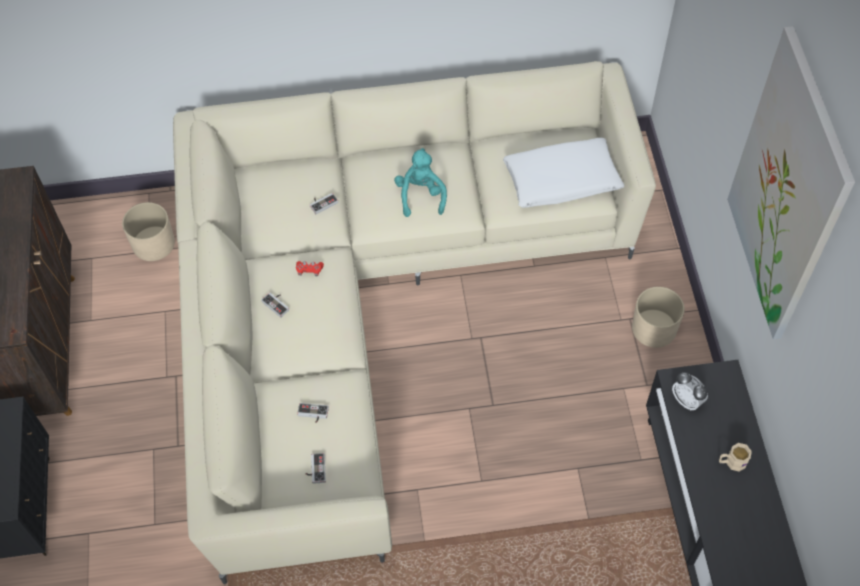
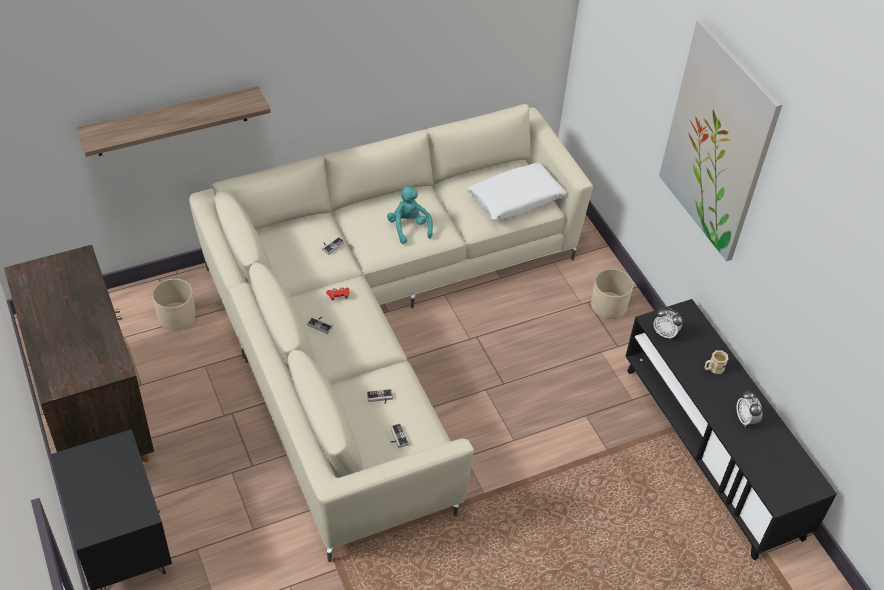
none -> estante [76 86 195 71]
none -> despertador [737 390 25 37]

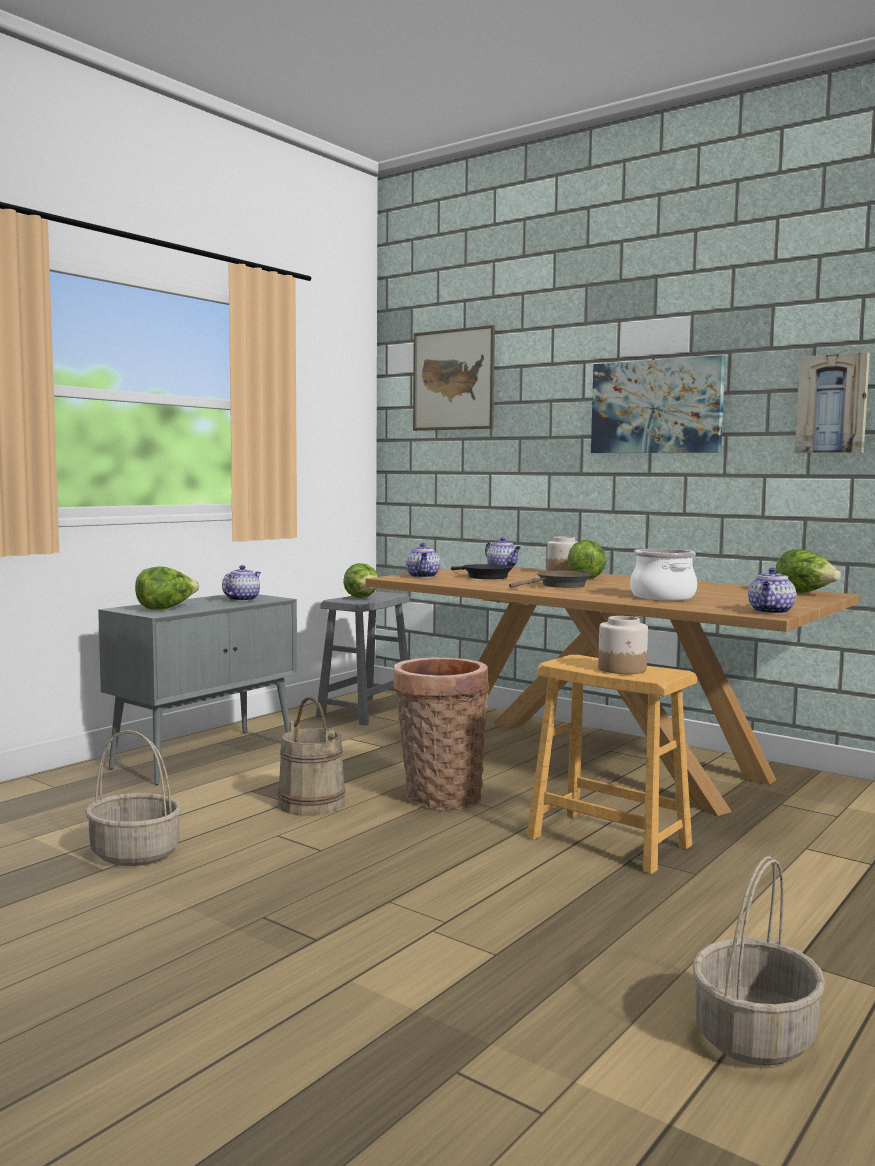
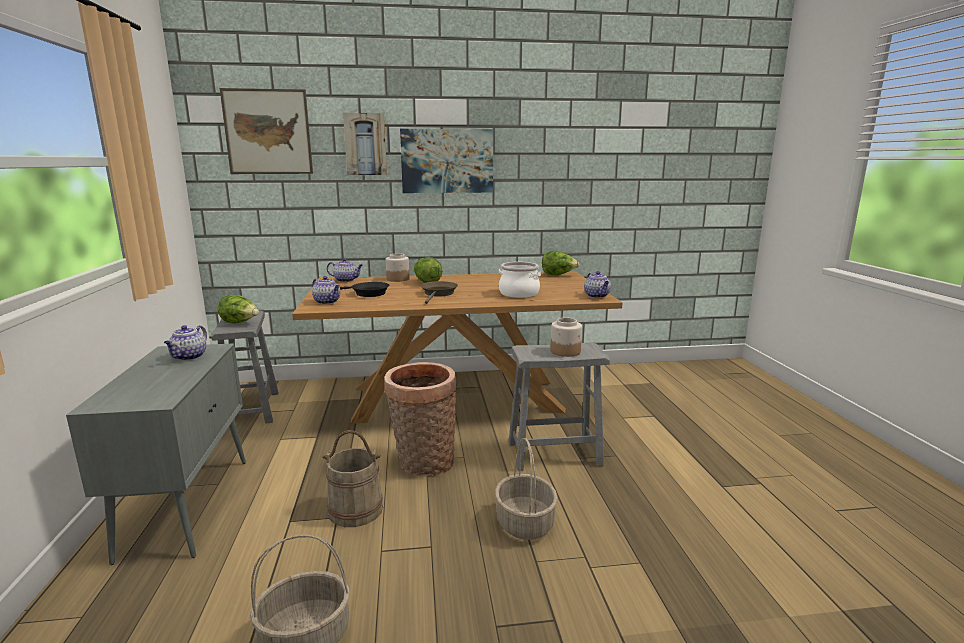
tetera [222 565 39 36] -> tetera [164 325 43 36], 150 degrees counterclockwise
cuadro [795 352 75 101] -> cuadro [343 113 44 62], shifted
cesta [693 856 133 210] -> cesta [495 438 63 102], shifted
taburete/marrón [527 655 170 219] -> taburete/gris [509 343 101 128]
lechuga [135 566 64 44] -> none

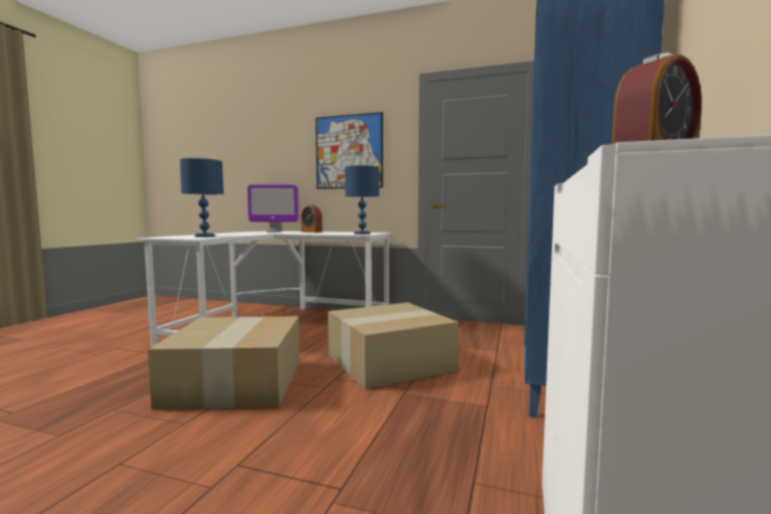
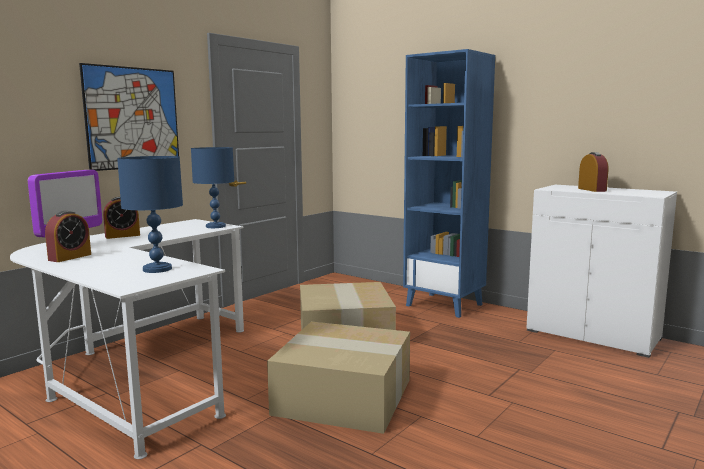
none -> despertador [45 211 46 51]

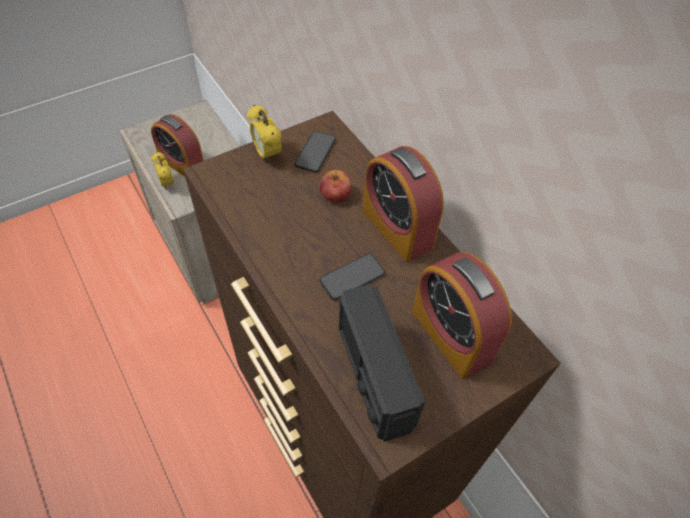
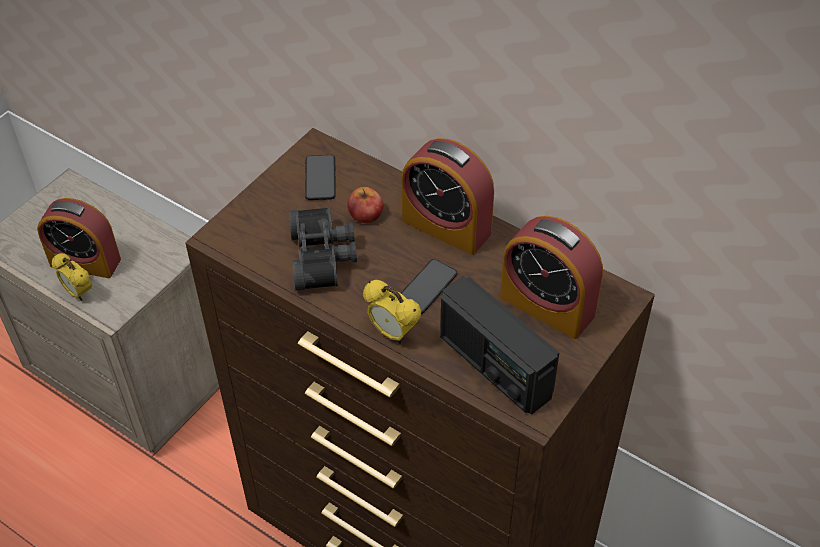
none -> prismáticos/negro [289 207 68 84]
despertador [247 105 35 58] -> despertador [363 280 58 64], shifted

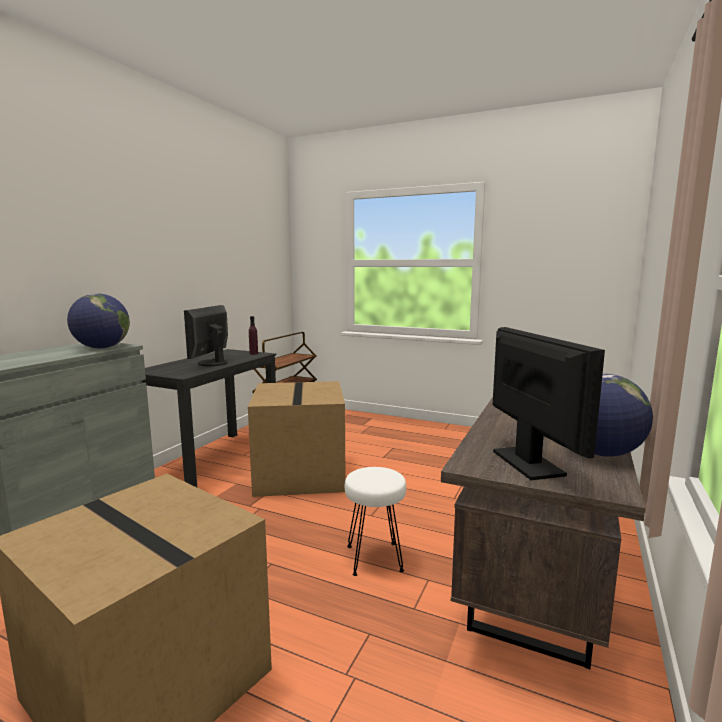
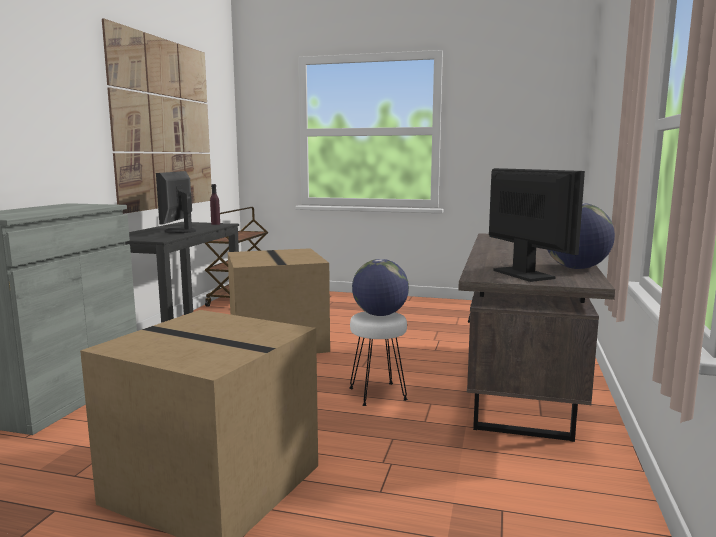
none -> cuadro [102 18 110 196]
globo terráqueo [67 294 63 54] -> globo terráqueo [352 259 57 57], shifted

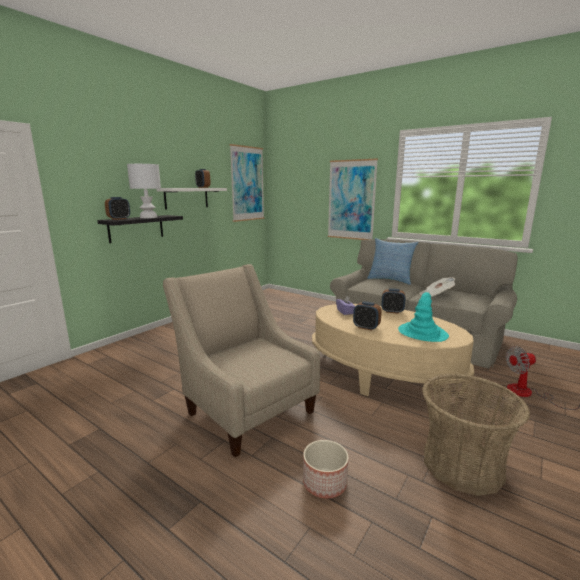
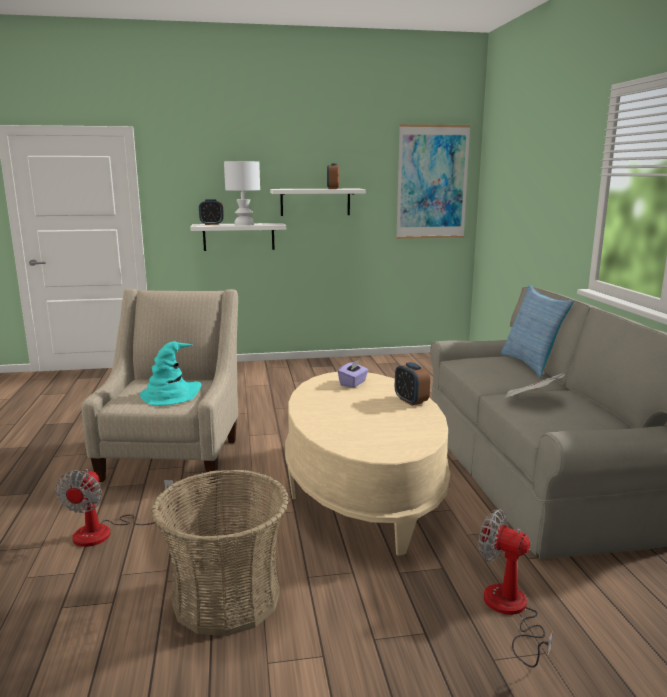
maceta [303 440 46 59] -> ventilador [55 469 119 78]
sombrero/turquesa [398 292 51 50] -> sombrero/turquesa [140 341 61 65], shifted
estante/negro [97 215 86 28] -> estante/blanco [190 223 96 28]
cuadro [328 158 50 82] -> none
despertador [353 301 29 30] -> none

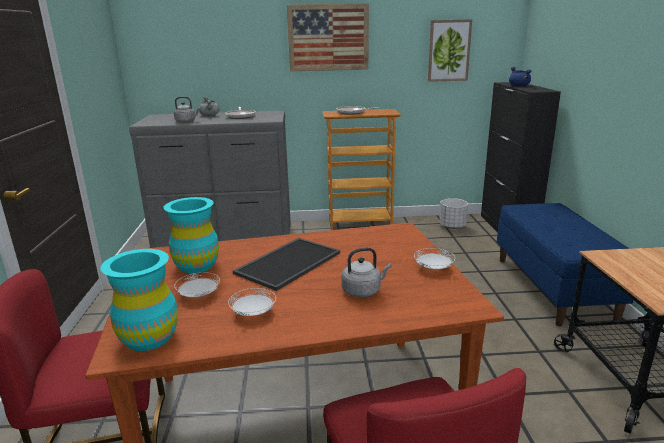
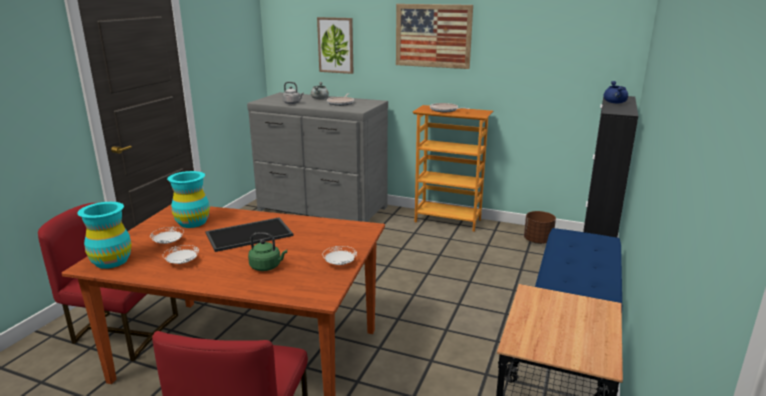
hervidor/gris [341 247 50 51] -> hervidor/verde [248 232 39 39]
cuadro [428 19 44 63] -> cuadro [317 17 36 57], shifted
maceta/blanco [439 198 29 31] -> maceta/marrón [524 211 32 33]

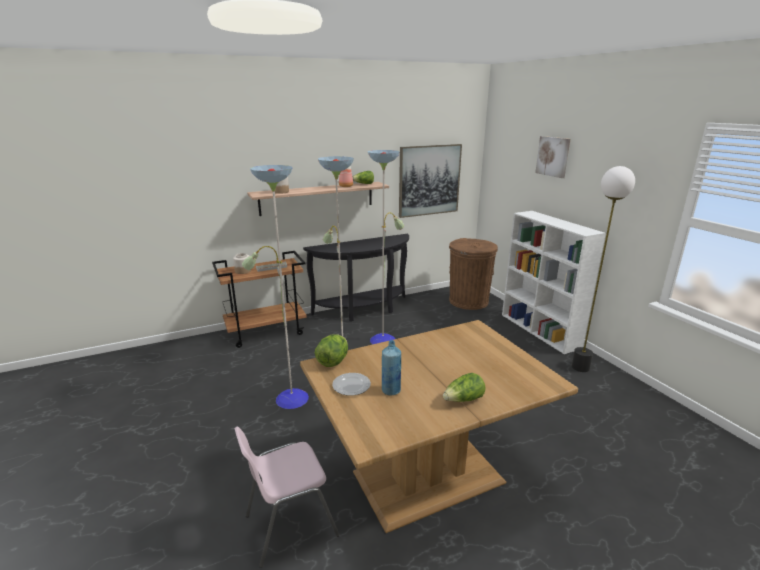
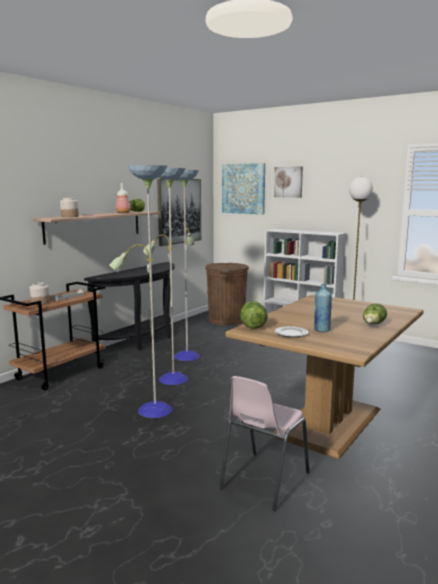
none -> cuadro [222 163 43 51]

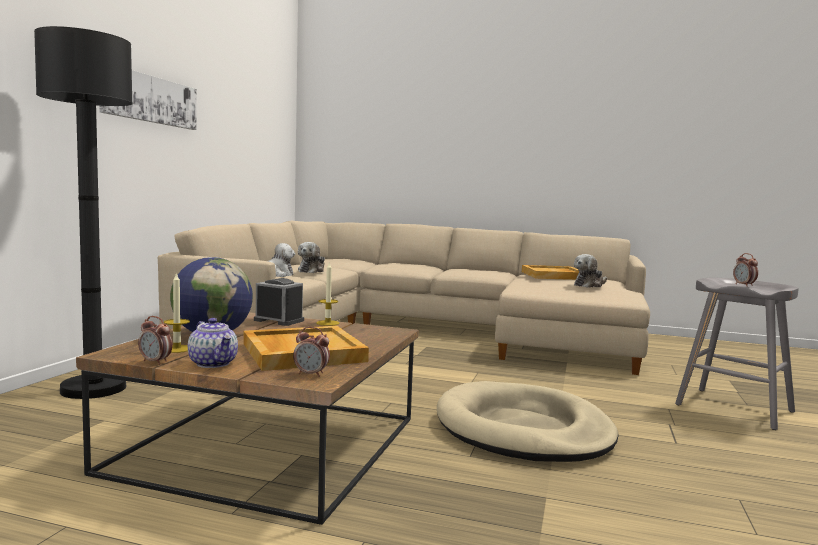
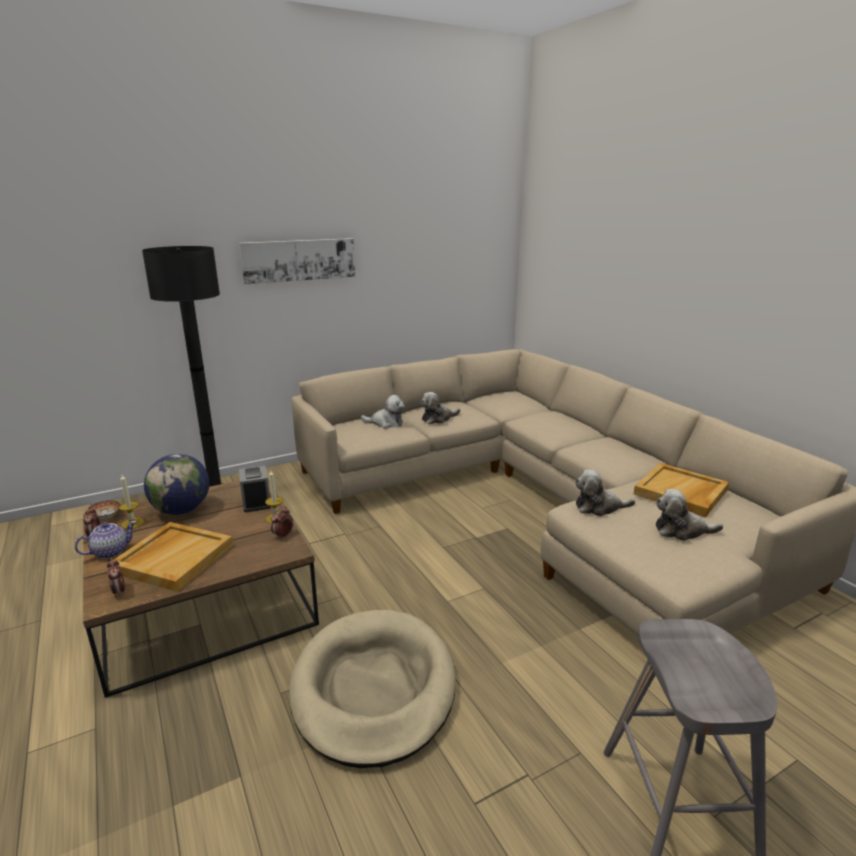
tetera [188 318 50 50] -> tetera [75 521 61 38], 135 degrees counterclockwise
none -> cuenco [91 500 29 19]
despertador [733 253 25 34] -> despertador [271 506 22 33], shifted
none -> peluche [575 469 60 47]

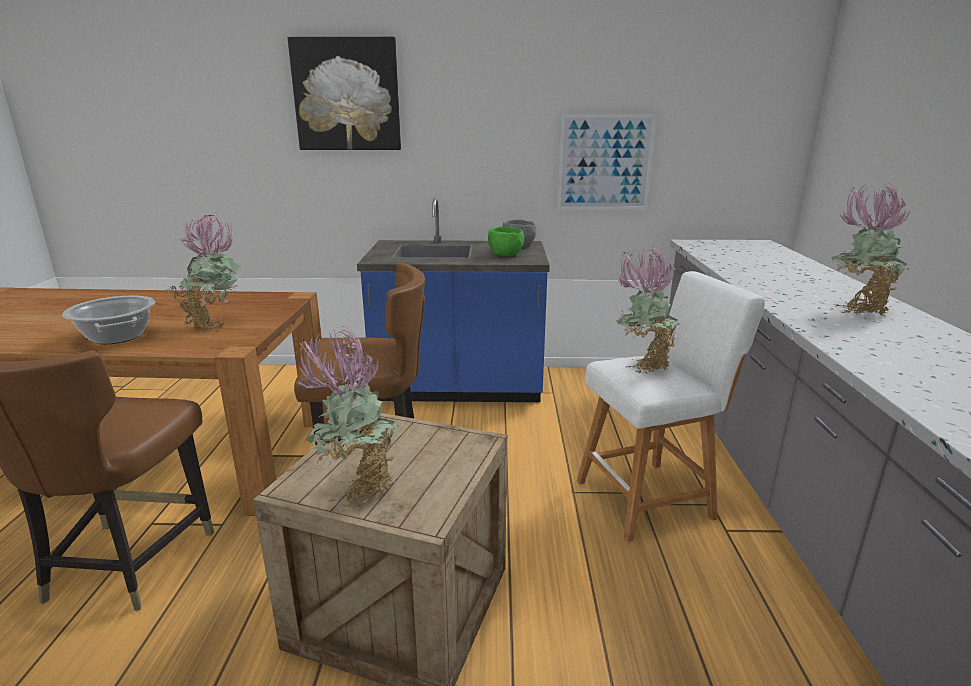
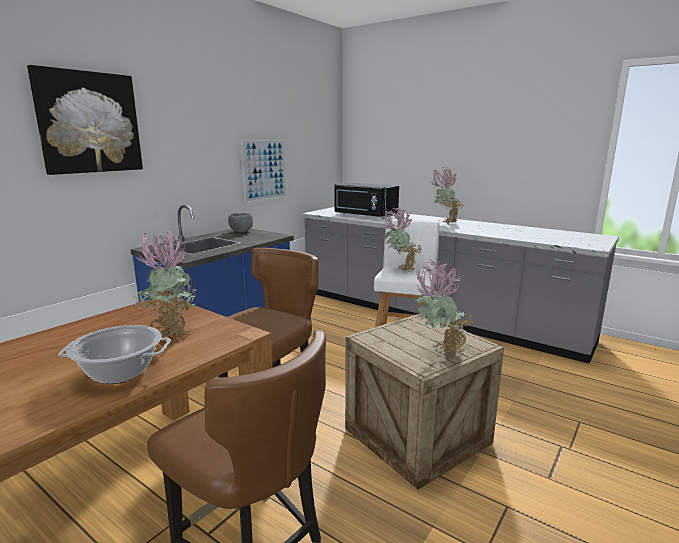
none -> microondas/negro [334 183 65 36]
cuenco/verde [488 227 36 29] -> none

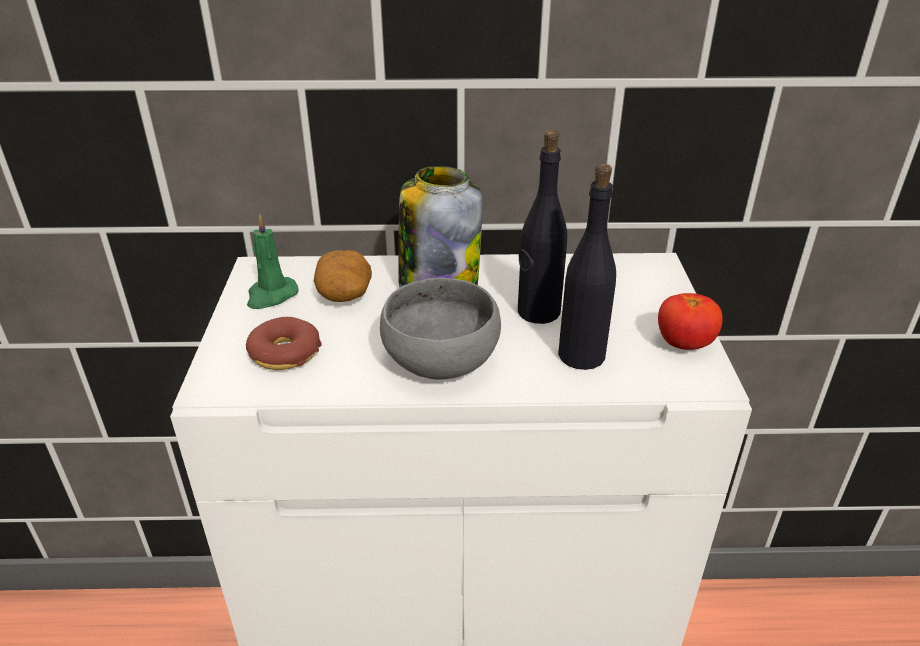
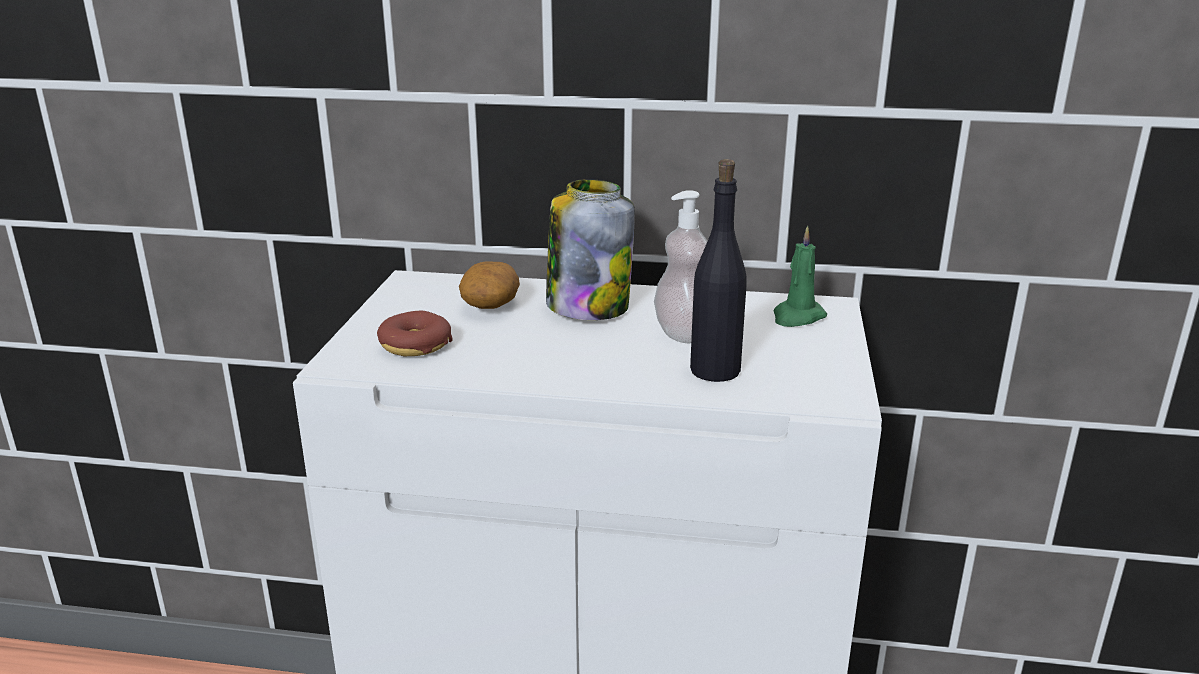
botella/negro [518 130 49 194] -> dispensador de jabón [654 190 53 153]
vela/verde [247 214 52 95] -> vela/verde [773 225 54 102], shifted
cuenco/gris [380 278 121 102] -> none
tomate [658 293 65 57] -> none

